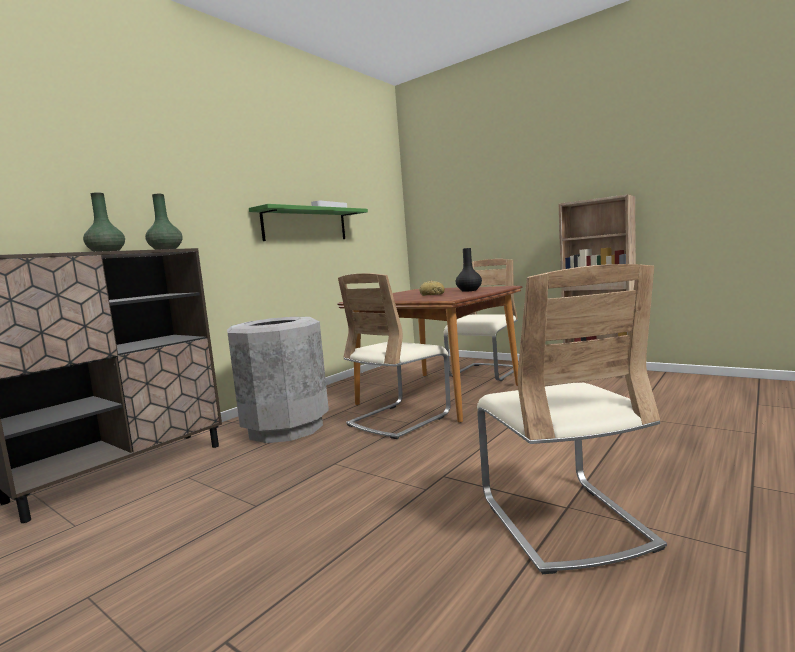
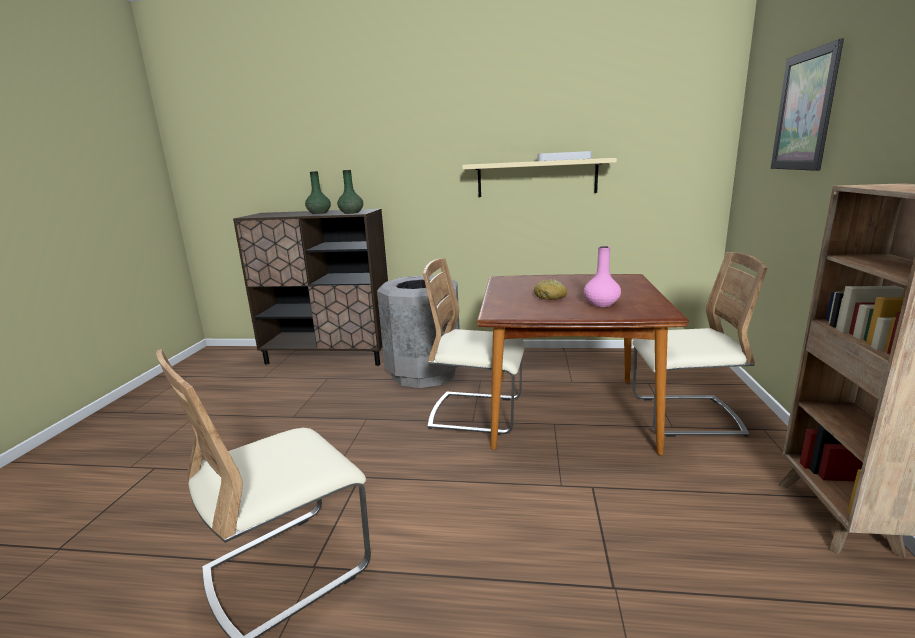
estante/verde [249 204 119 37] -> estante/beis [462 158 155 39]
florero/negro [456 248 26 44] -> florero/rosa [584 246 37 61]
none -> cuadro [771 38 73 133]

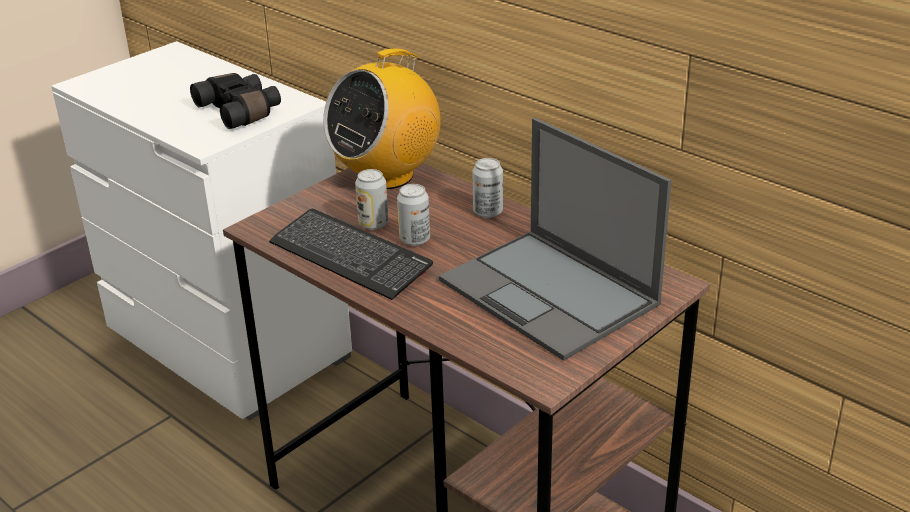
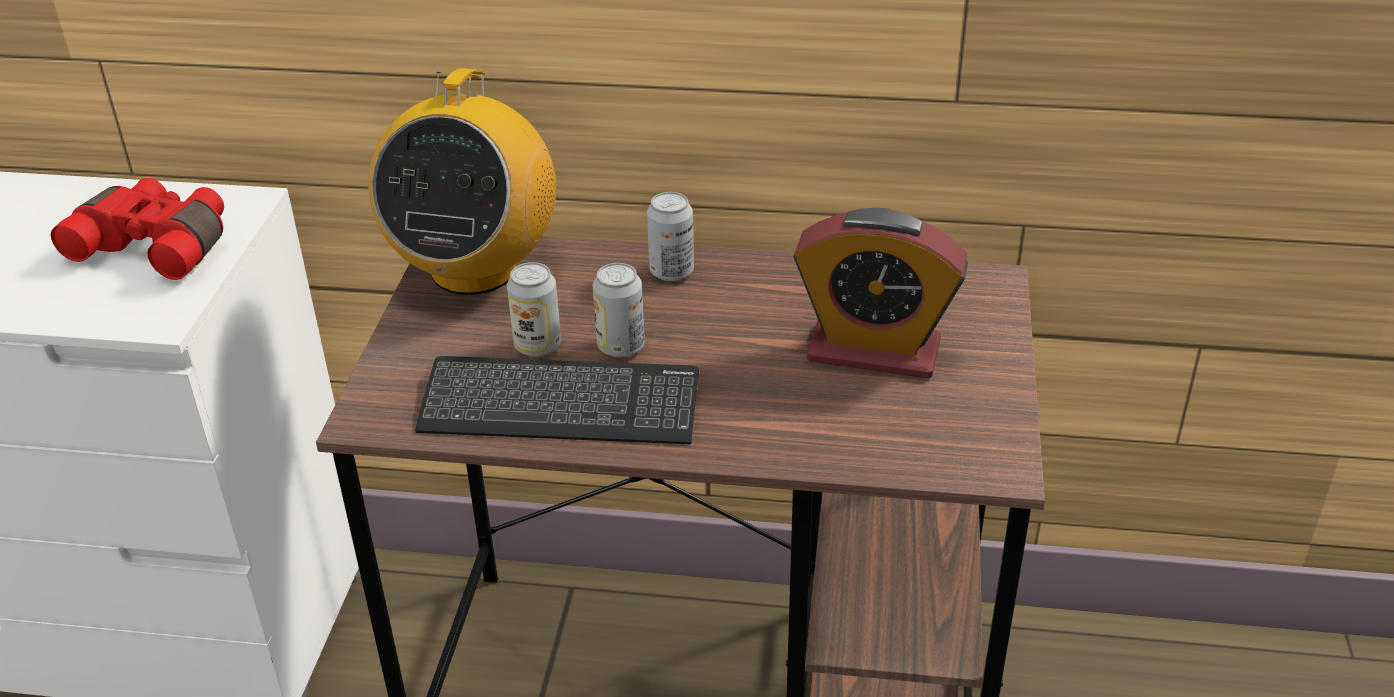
prismáticos/negro [190 73 91 56] -> prismáticos/rojo [51 178 173 102]
portátil [439 118 232 243] -> despertador [793 208 175 171]

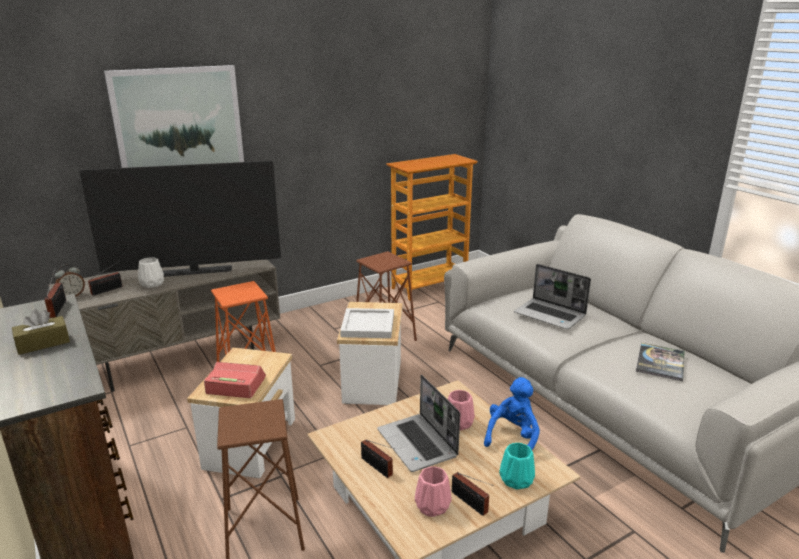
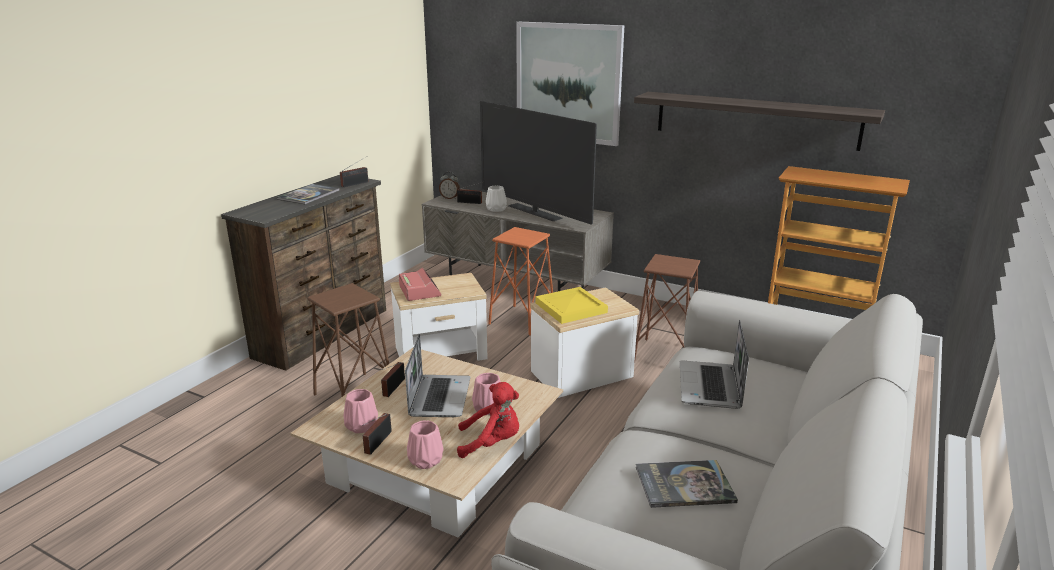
caja de pañuelos/marrón [12 309 58 46] -> libro [277 184 63 21]
portátil [377 375 83 97] -> portátil [405 334 65 83], 150 degrees clockwise
florero/turquesa [499 443 36 47] -> florero/rosa [407 420 36 49]
peluche/azul [484 377 56 73] -> peluche/rojo [457 382 62 76]
bandeja/blanco [340 308 54 30] -> bandeja/amarillo [535 287 73 37]
none -> estante [634 92 251 59]

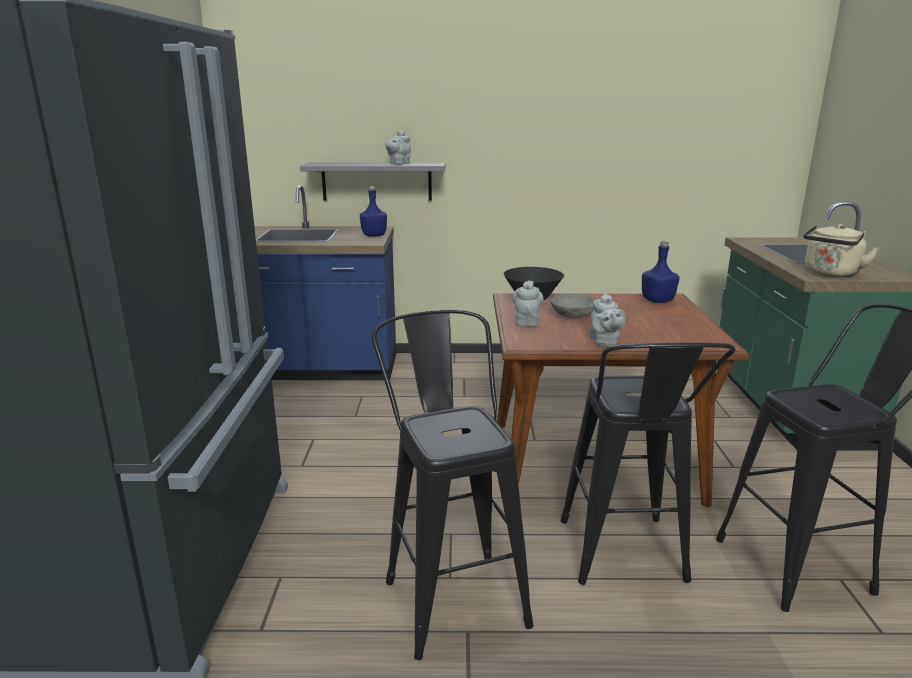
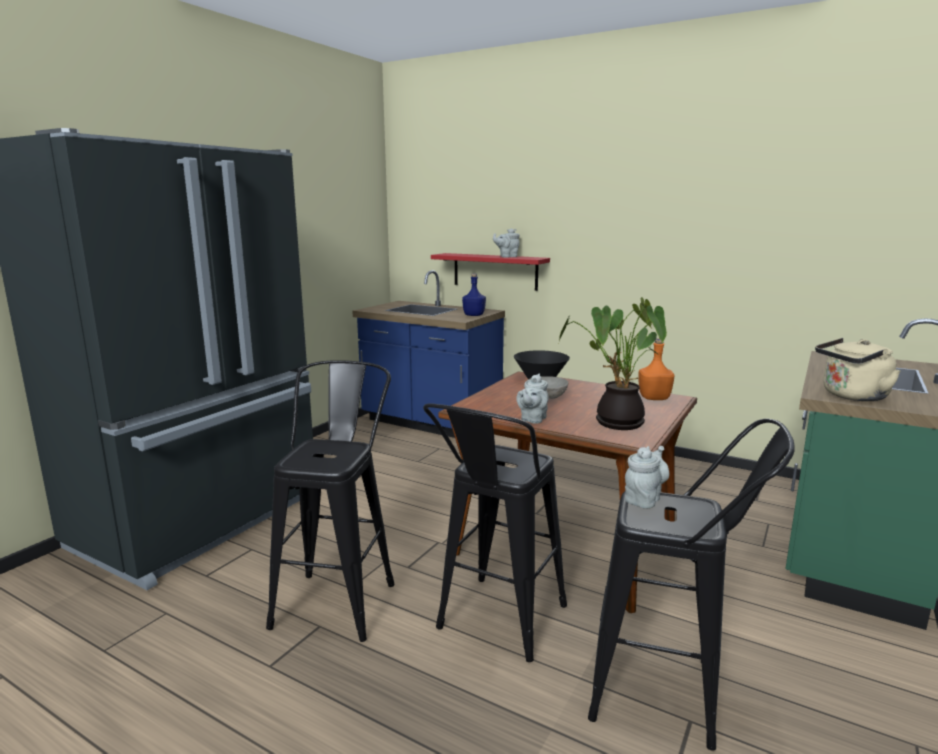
estante/gris [300 163 145 38] -> estante/rojo [431 253 119 38]
none -> planta en maceta [559 297 108 133]
tetera/gris [513 280 31 47] -> tetera/gris [625 446 44 63], shifted
botella/azul [642 241 38 62] -> botella/naranja [638 338 36 62]

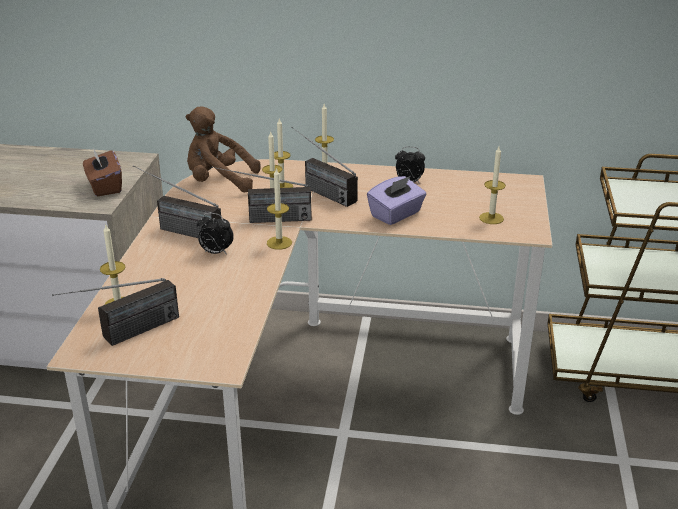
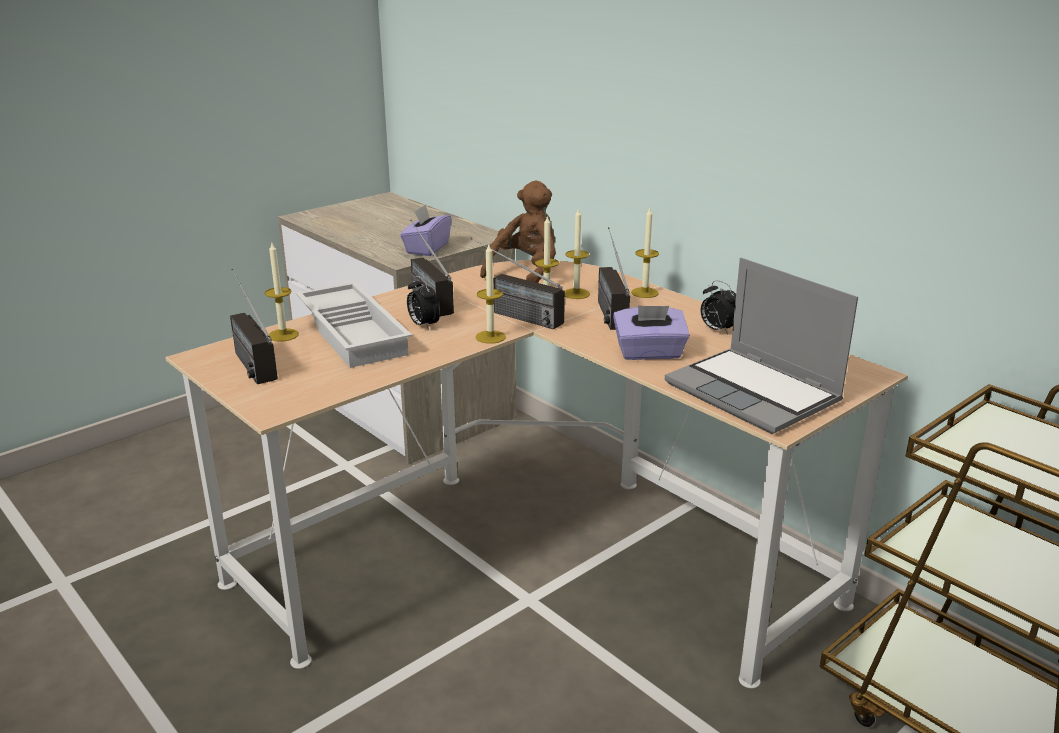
radio [52 278 127 68] -> radio [230 268 48 116], 60 degrees clockwise
none -> bandeja/blanco [296 282 116 86]
caja de pañuelos/marrón [83 148 39 48] -> caja de pañuelos/morado [400 204 51 52]
peluche/marrón [185 107 76 86] -> peluche/marrón [480 181 76 102], 75 degrees clockwise
vela [479 147 27 77] -> portátil [665 258 193 176]

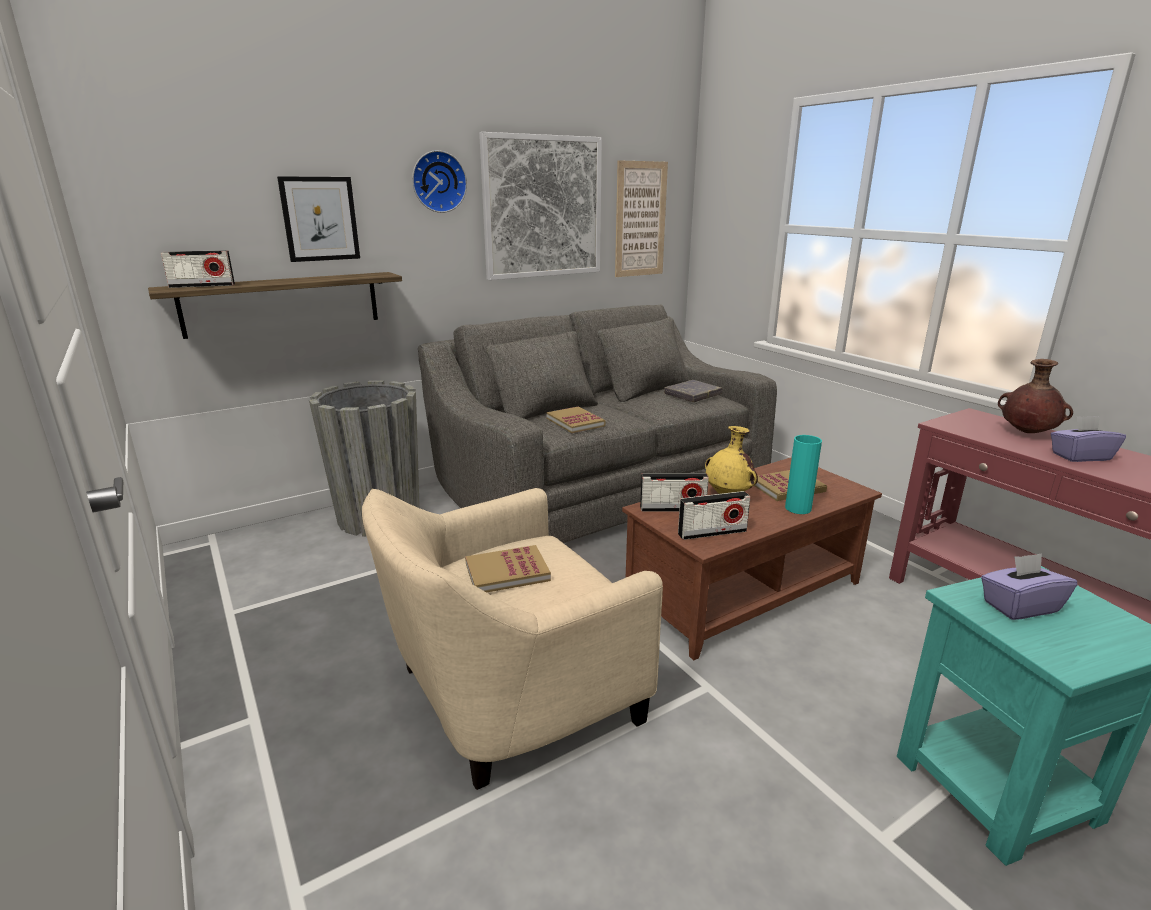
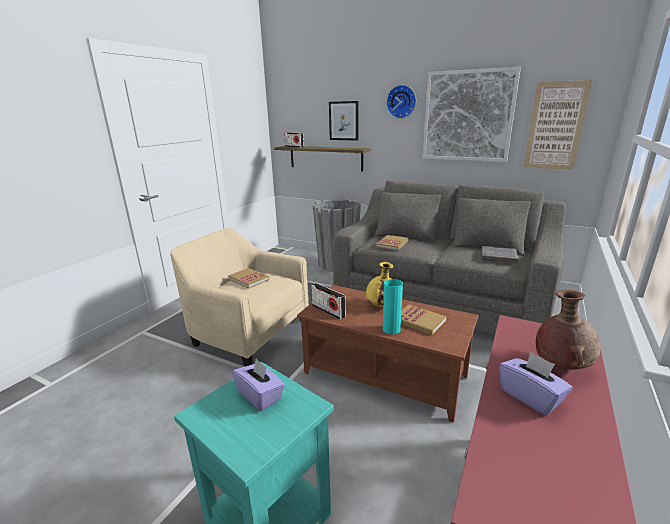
radio [640 473 69 38] -> none

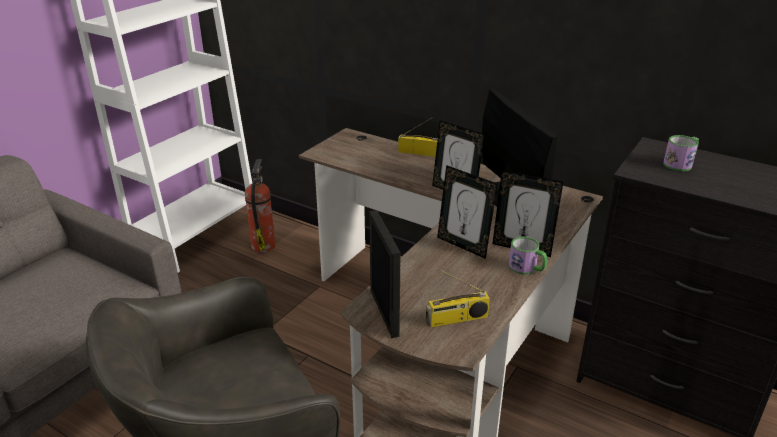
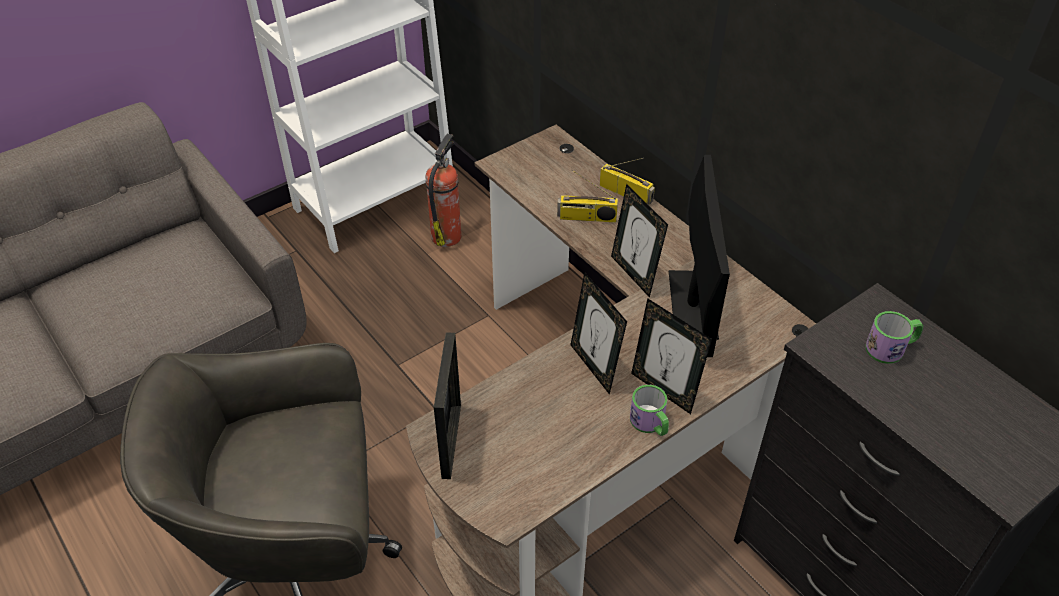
radio [425 270 65 57] -> radio [557 169 61 53], shifted

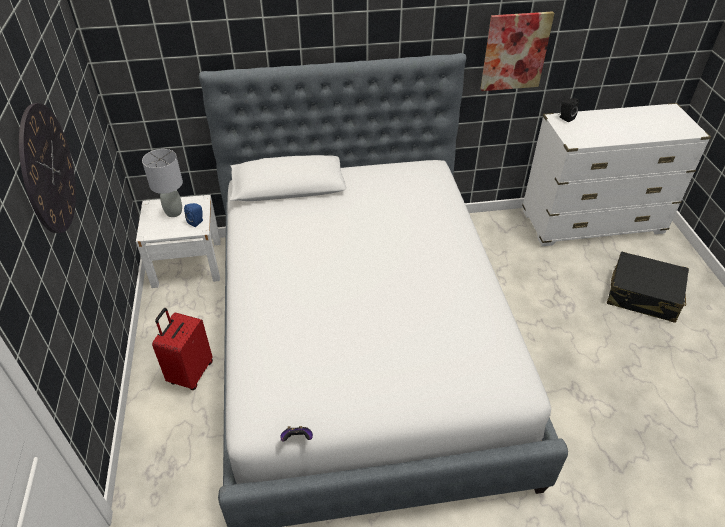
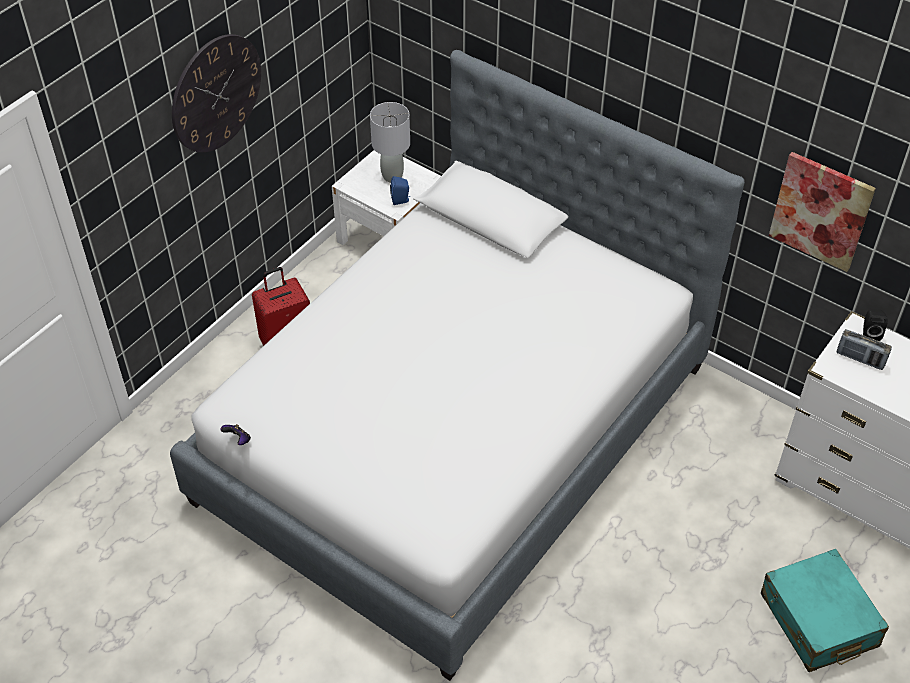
maleta/negro [607 251 82 72] -> maleta/turquesa [761 549 128 123]
none -> radio [836 329 56 41]

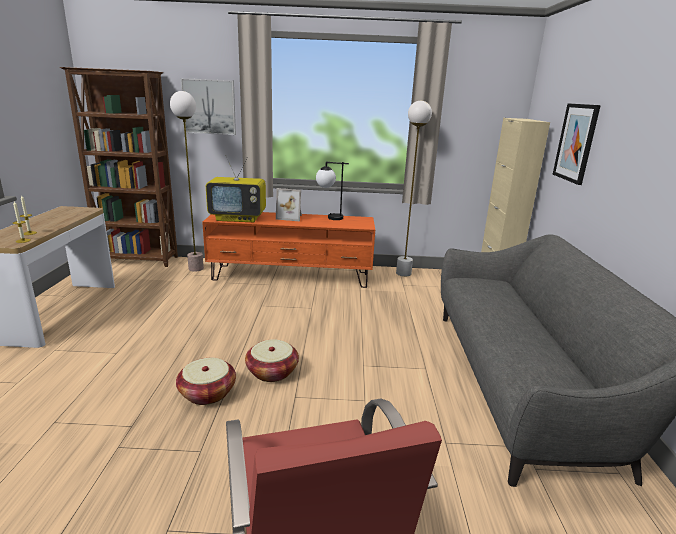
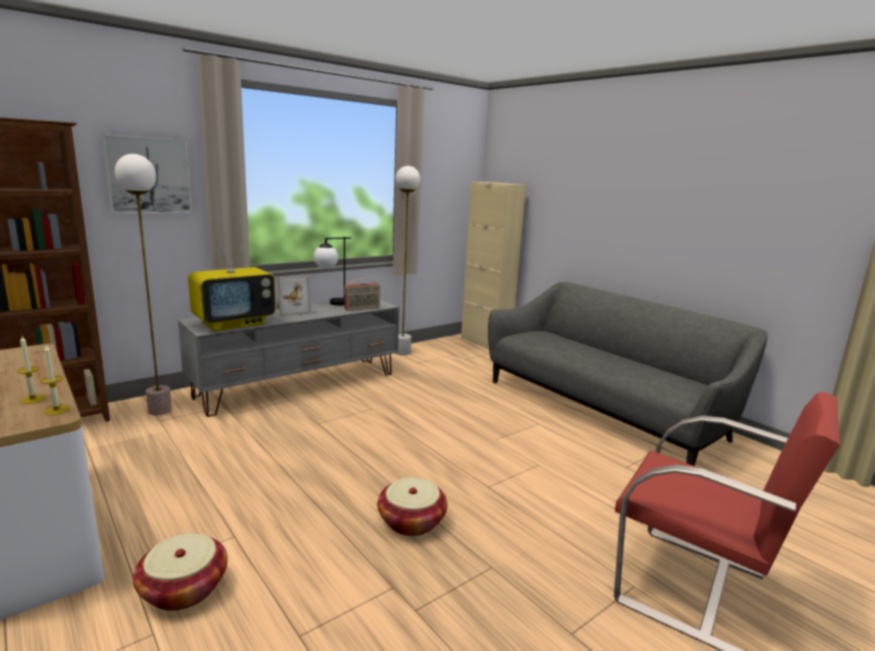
cesta [245 339 54 43] -> cesta [133 533 95 78], shifted
mueble de televisión/naranja [202 212 173 76] -> mueble de televisión/gris [178 300 221 117]
none -> radio [344 279 36 32]
cuadro [553 103 48 82] -> none

